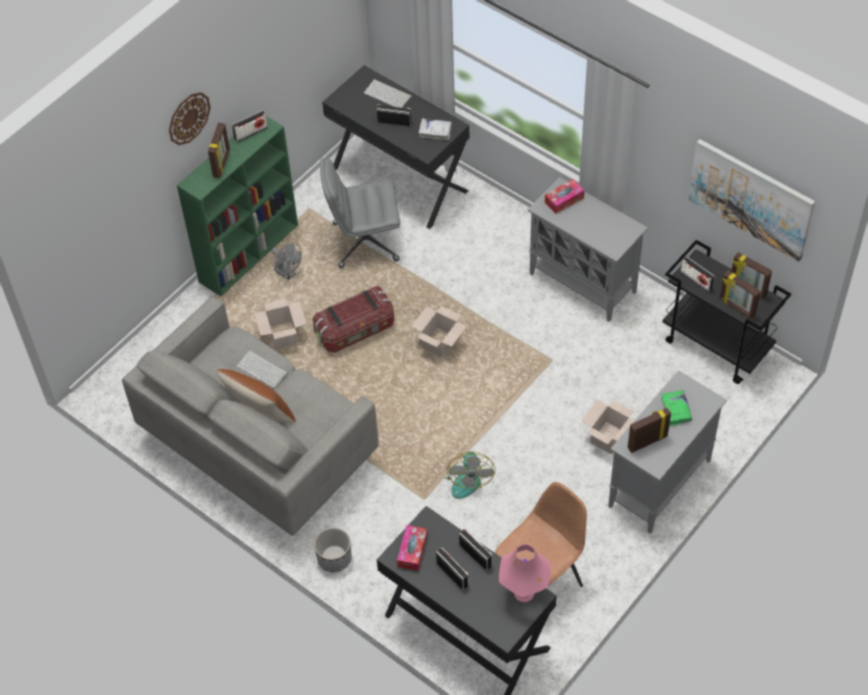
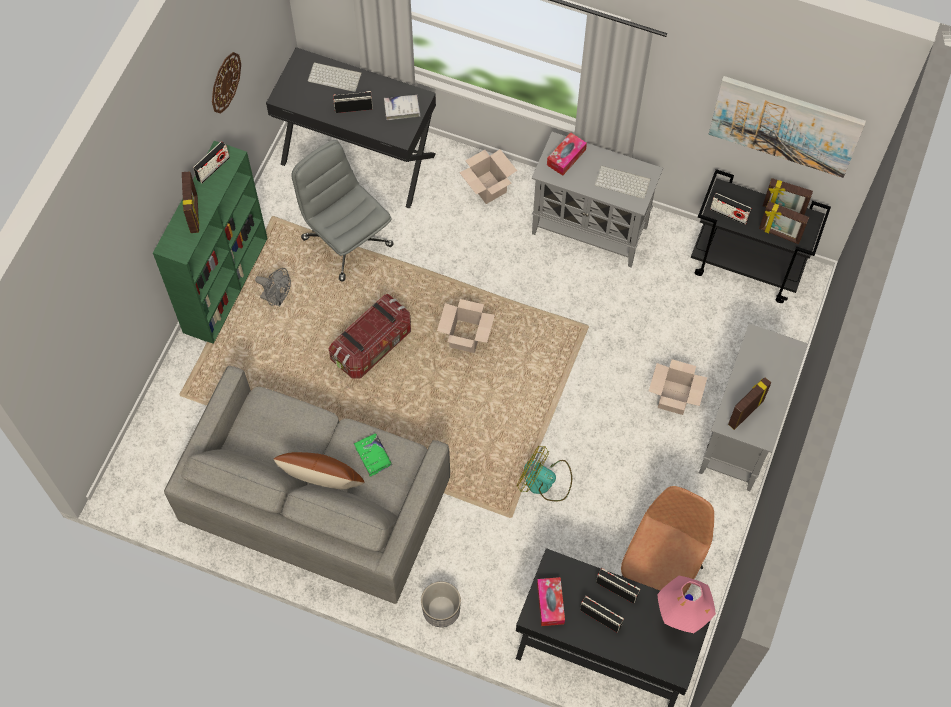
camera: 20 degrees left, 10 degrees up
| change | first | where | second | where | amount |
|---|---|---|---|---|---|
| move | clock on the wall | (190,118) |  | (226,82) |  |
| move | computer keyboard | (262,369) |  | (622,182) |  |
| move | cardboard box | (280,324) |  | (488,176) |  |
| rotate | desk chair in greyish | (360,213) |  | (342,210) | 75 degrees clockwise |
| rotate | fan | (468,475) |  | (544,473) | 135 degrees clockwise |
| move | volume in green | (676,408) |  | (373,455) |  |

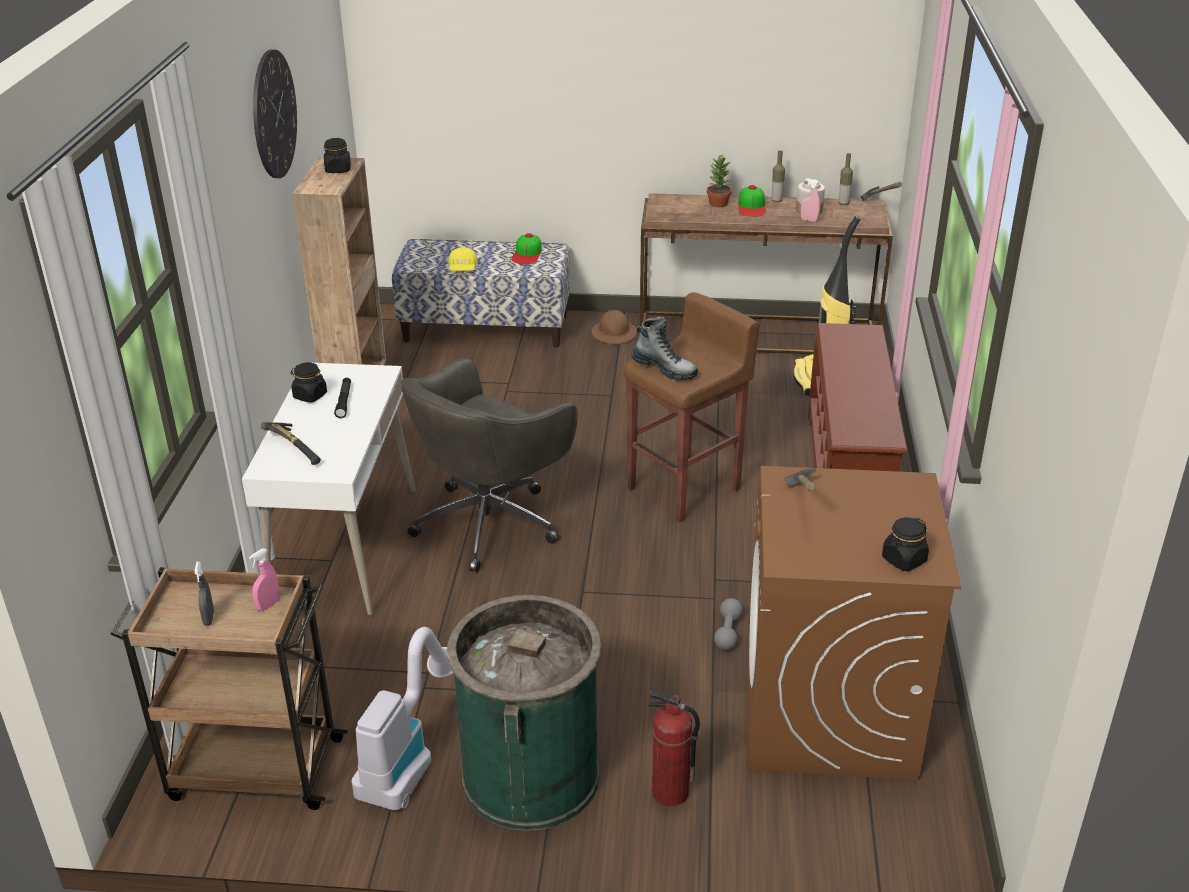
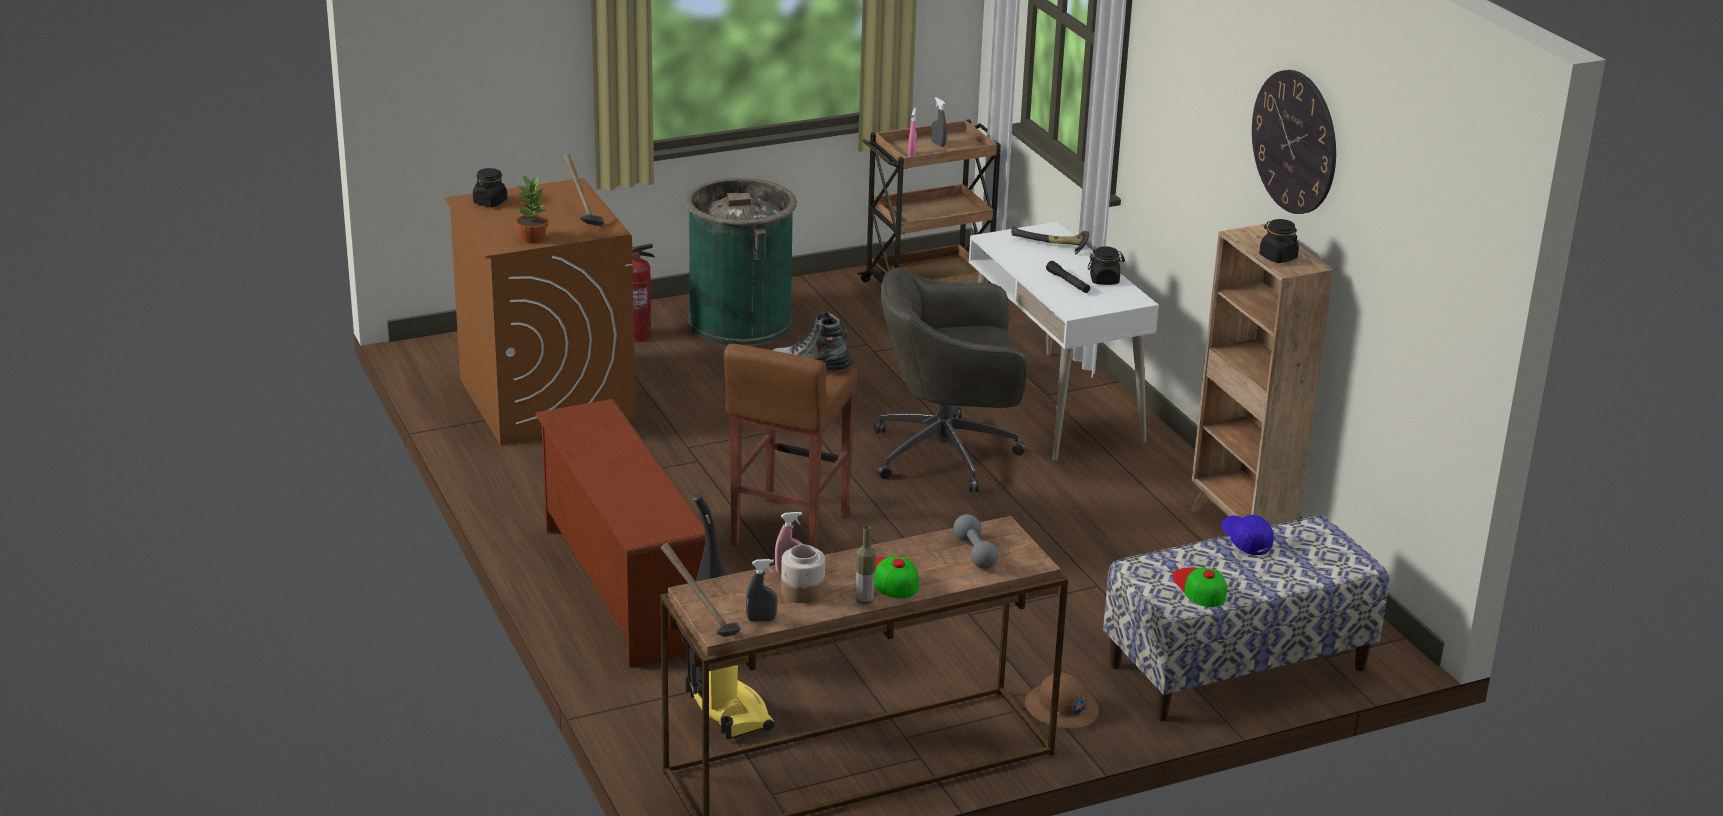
camera: 150 degrees right, 5 degrees down
| change | first | where | second | where | amount |
|---|---|---|---|---|---|
| delete | hoover | (402,718) |  |  |  |
| rotate | desk chair in greyish | (489,465) |  | (950,380) | 105 degrees counterclockwise |
| recolor | baseball cap in yellow | (463,259) | baseball cap in bluish | (1247,535) |  |
| move | potted plant | (719,180) |  | (532,209) |  |
| move | hand weight in greyish | (728,624) |  | (976,541) |  |
| replace | drink bottle | (845,179) | hand sprayer in greyish | (761,590) |  |

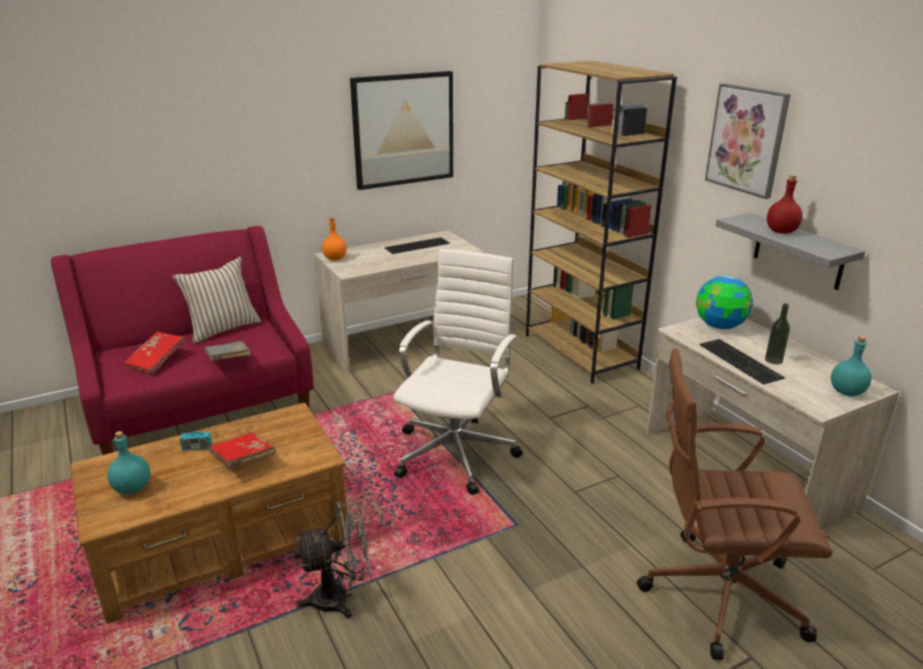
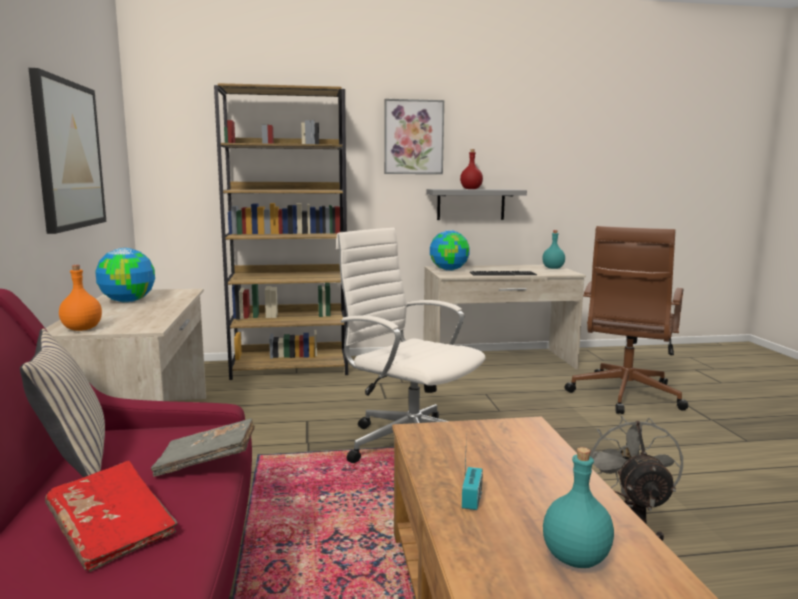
camera: 70 degrees left, 15 degrees down
| change | first | where | second | where | amount |
|---|---|---|---|---|---|
| delete | volume in red | (242,450) |  |  |  |
| replace | computer keyboard | (417,245) | globe | (125,275) |  |
| delete | drink bottle | (777,334) |  |  |  |

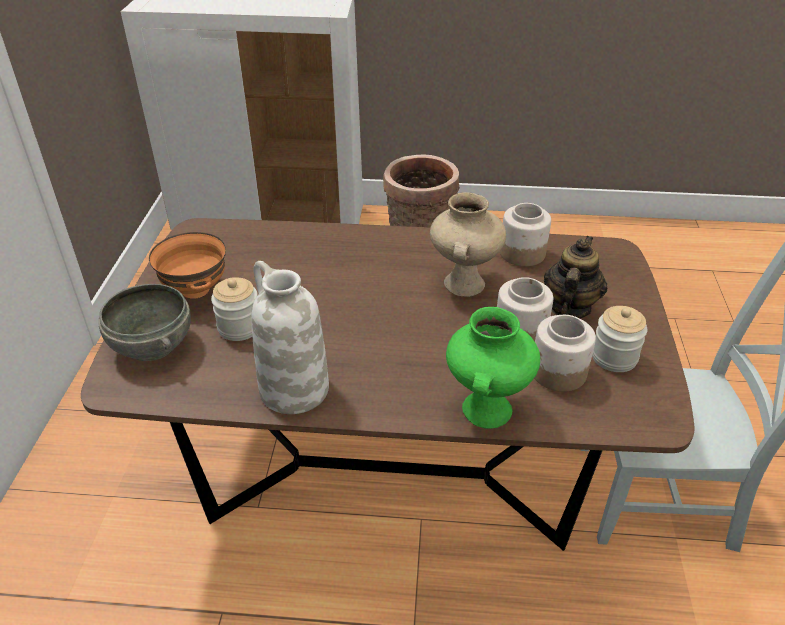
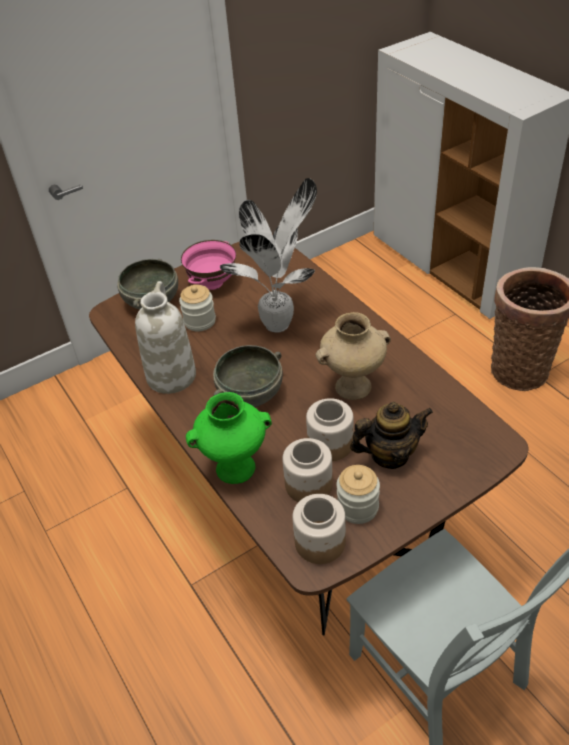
camera: 55 degrees right, 5 degrees up
| change | first | where | second | where | amount |
|---|---|---|---|---|---|
| recolor | deep dish in orange | (187,265) | deep dish in pink-coloured | (208,265) |  |
| move | preserve jar | (525,234) |  | (319,529) |  |
| insert |  |  | deep dish in greyish | (248,376) |  |
| insert |  |  | potted plant | (268,255) |  |

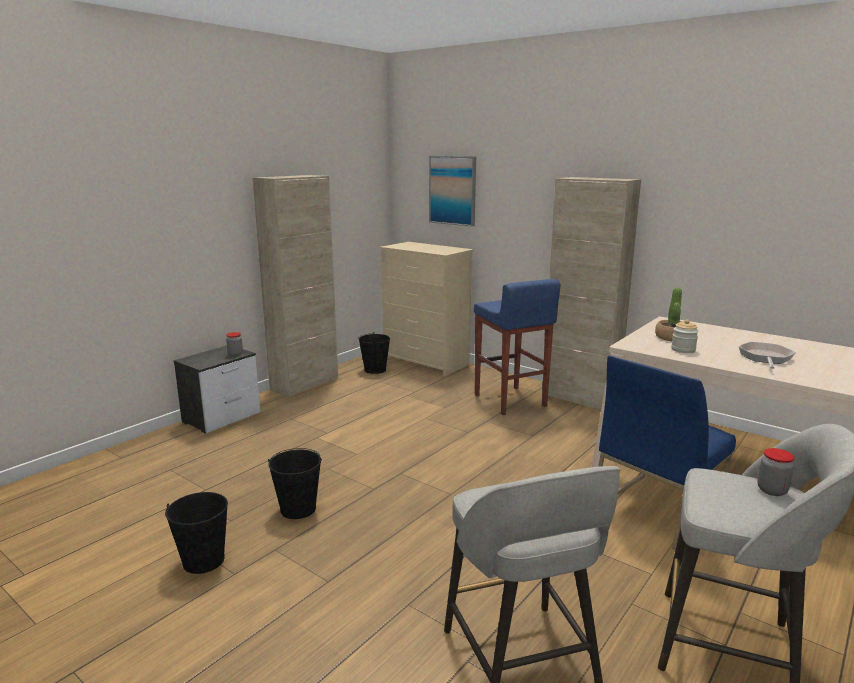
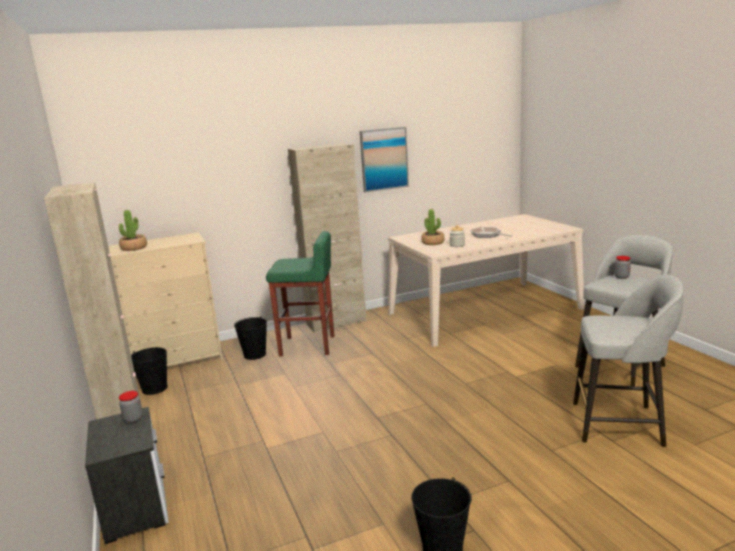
camera: 60 degrees left, 0 degrees up
| change | first | where | second | where | amount |
|---|---|---|---|---|---|
| move | pail in black | (295,483) |  | (250,338) |  |
| move | picture | (452,191) |  | (384,160) |  |
| recolor | stool in bluish | (517,347) | stool in green | (300,293) |  |
| delete | chair in bluish | (667,453) |  |  |  |
| insert |  |  | potted plant | (133,230) |  |

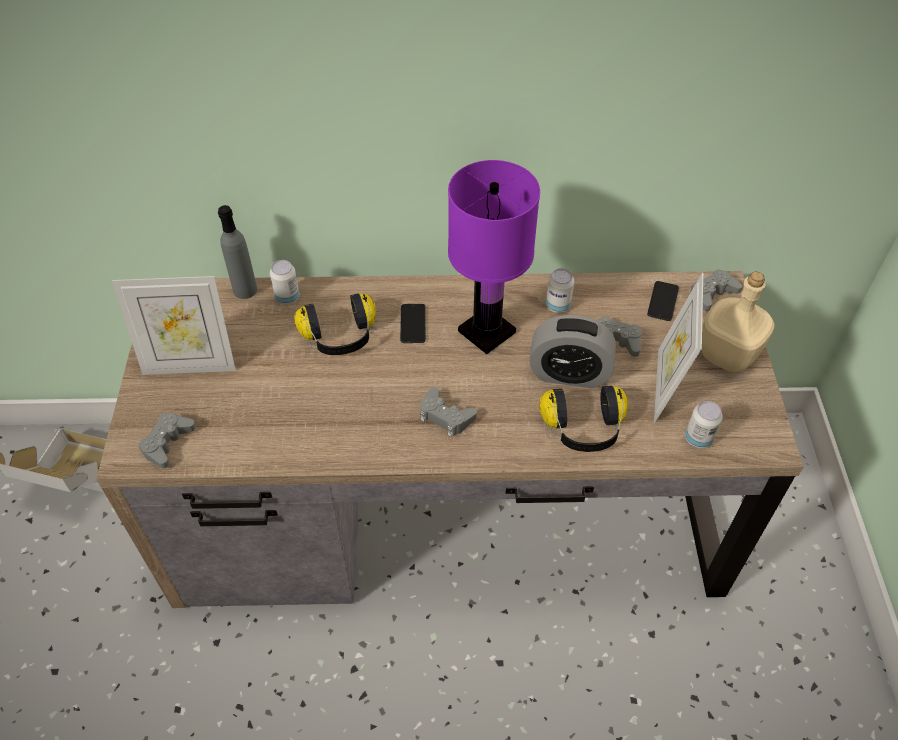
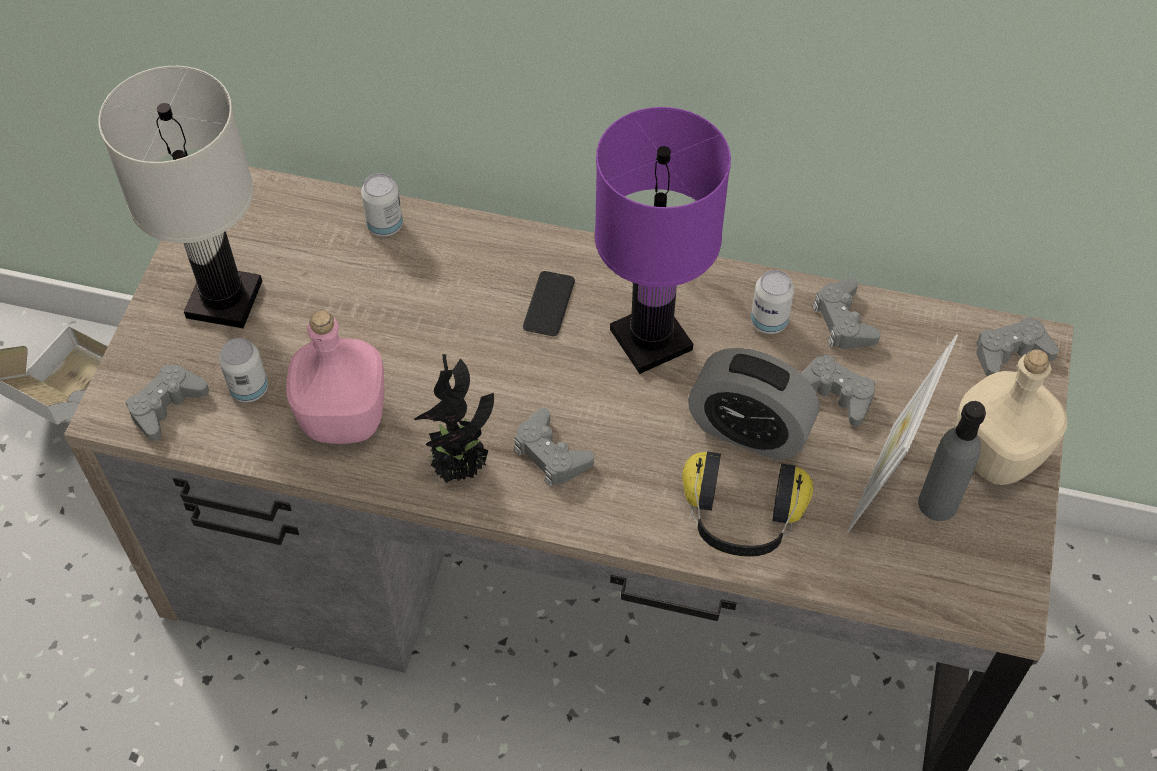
camera: 15 degrees right, 5 degrees up
| change | first | where | second | where | amount |
|---|---|---|---|---|---|
| replace | standing frame | (174,325) | table lamp in whitish | (180,197) |  |
| move | drink bottle in greyish | (237,252) |  | (952,461) |  |
| delete | pair of headphones | (335,324) |  |  |  |
| delete | telephone | (663,301) |  |  |  |
| move | can | (704,424) |  | (243,370) |  |
| insert |  |  | drink bottle in pink-coloured | (335,377) |  |
| insert |  |  | potted plant | (454,418) |  |
| insert |  |  | gamepad in greyish | (846,313) |  |

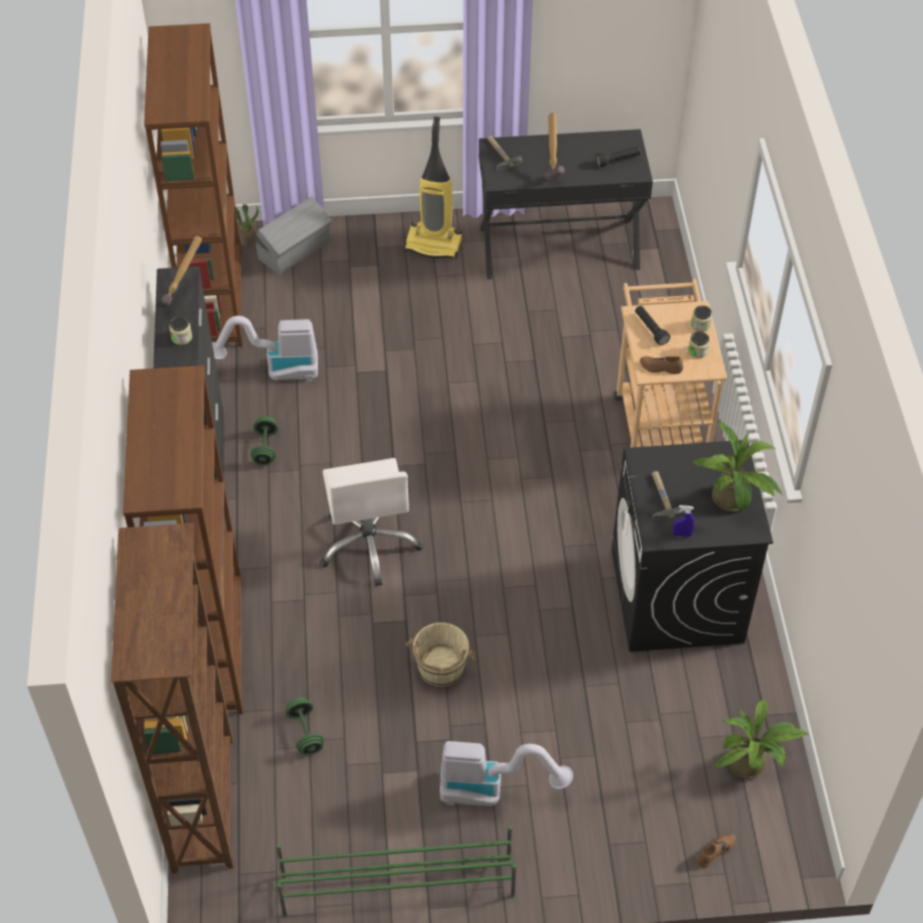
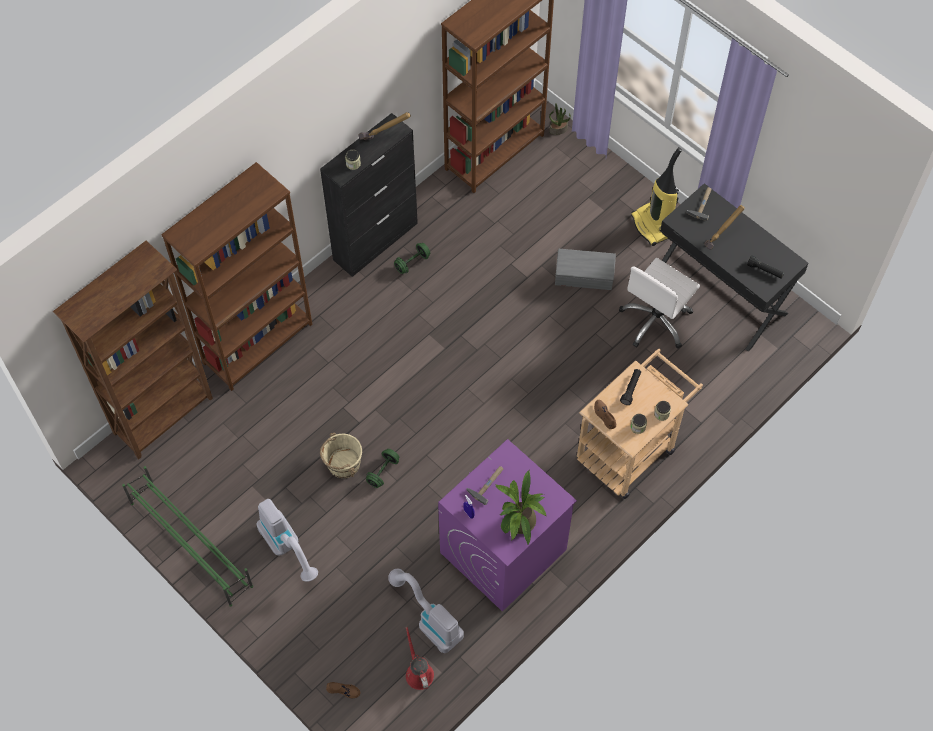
camera: 50 degrees right, 10 degrees up
| change | first | where | second | where | amount |
|---|---|---|---|---|---|
| move | hoover | (265,348) |  | (426,611) |  |
| move | storage bin in greyish | (294,236) |  | (585,269) |  |
| move | hand weight in green | (304,726) |  | (382,468) |  |
| move | desk chair in whitish | (371,522) |  | (659,303) |  |
| recolor | laundry machine in black | (692,546) | laundry machine in purple | (507,525) |  |
| replace | potted plant | (760,739) | watering can in red | (420,658) |  |

